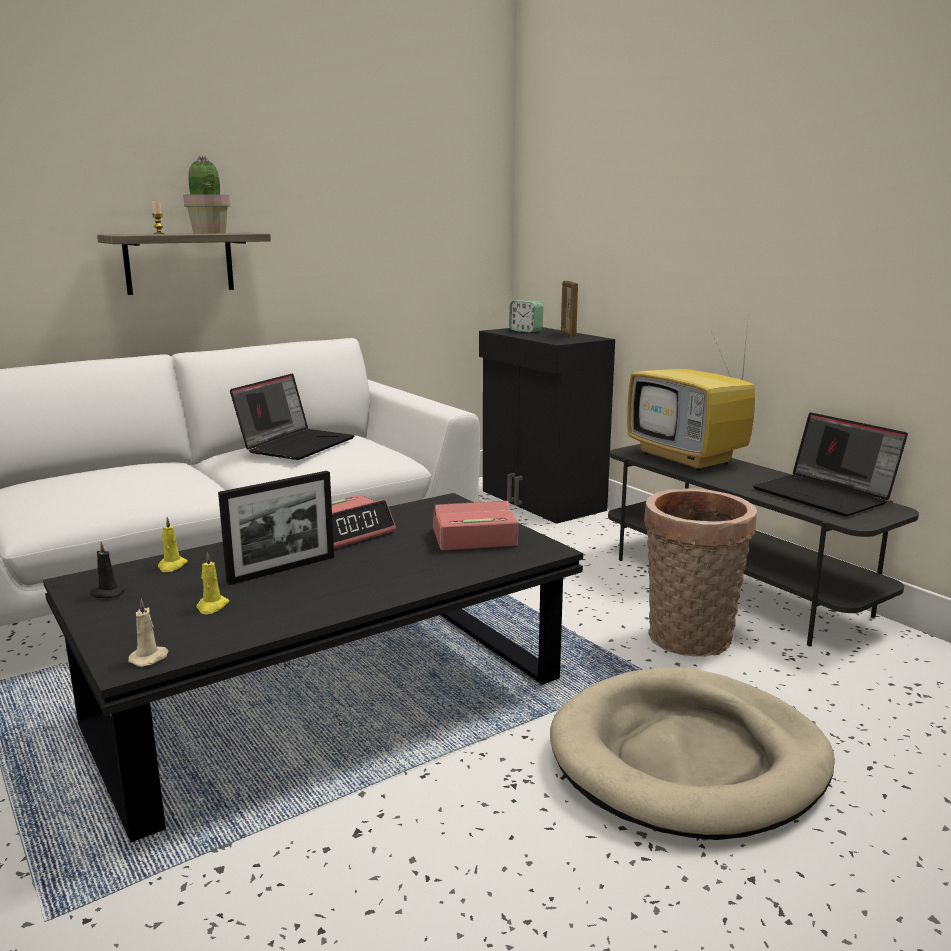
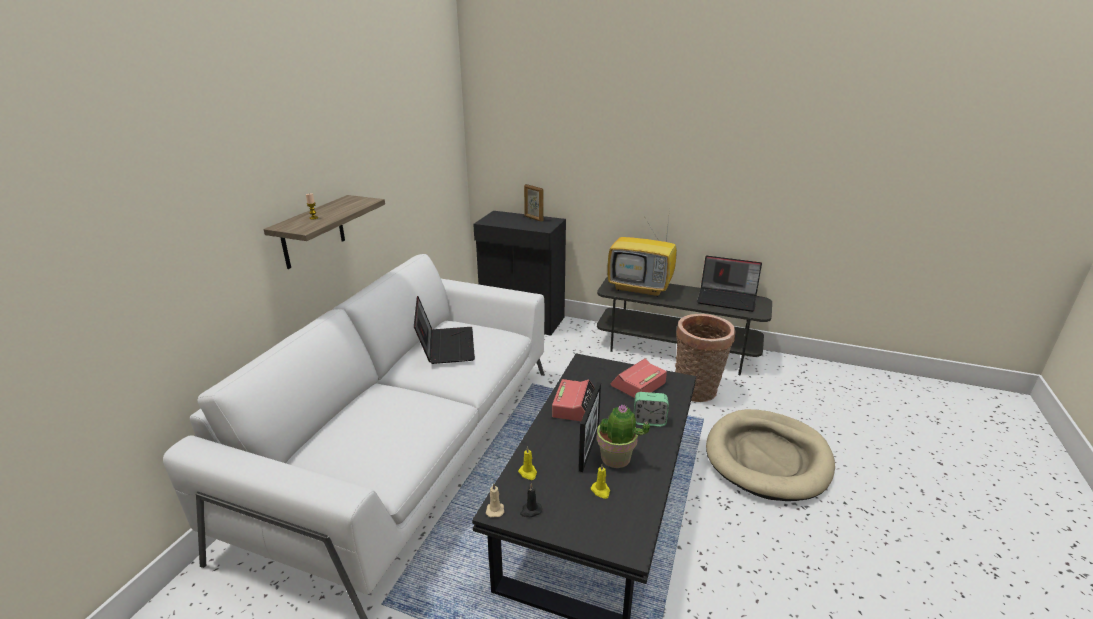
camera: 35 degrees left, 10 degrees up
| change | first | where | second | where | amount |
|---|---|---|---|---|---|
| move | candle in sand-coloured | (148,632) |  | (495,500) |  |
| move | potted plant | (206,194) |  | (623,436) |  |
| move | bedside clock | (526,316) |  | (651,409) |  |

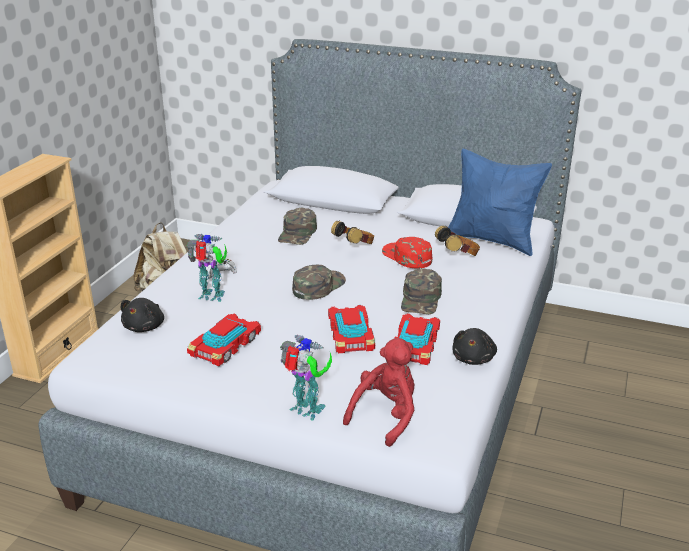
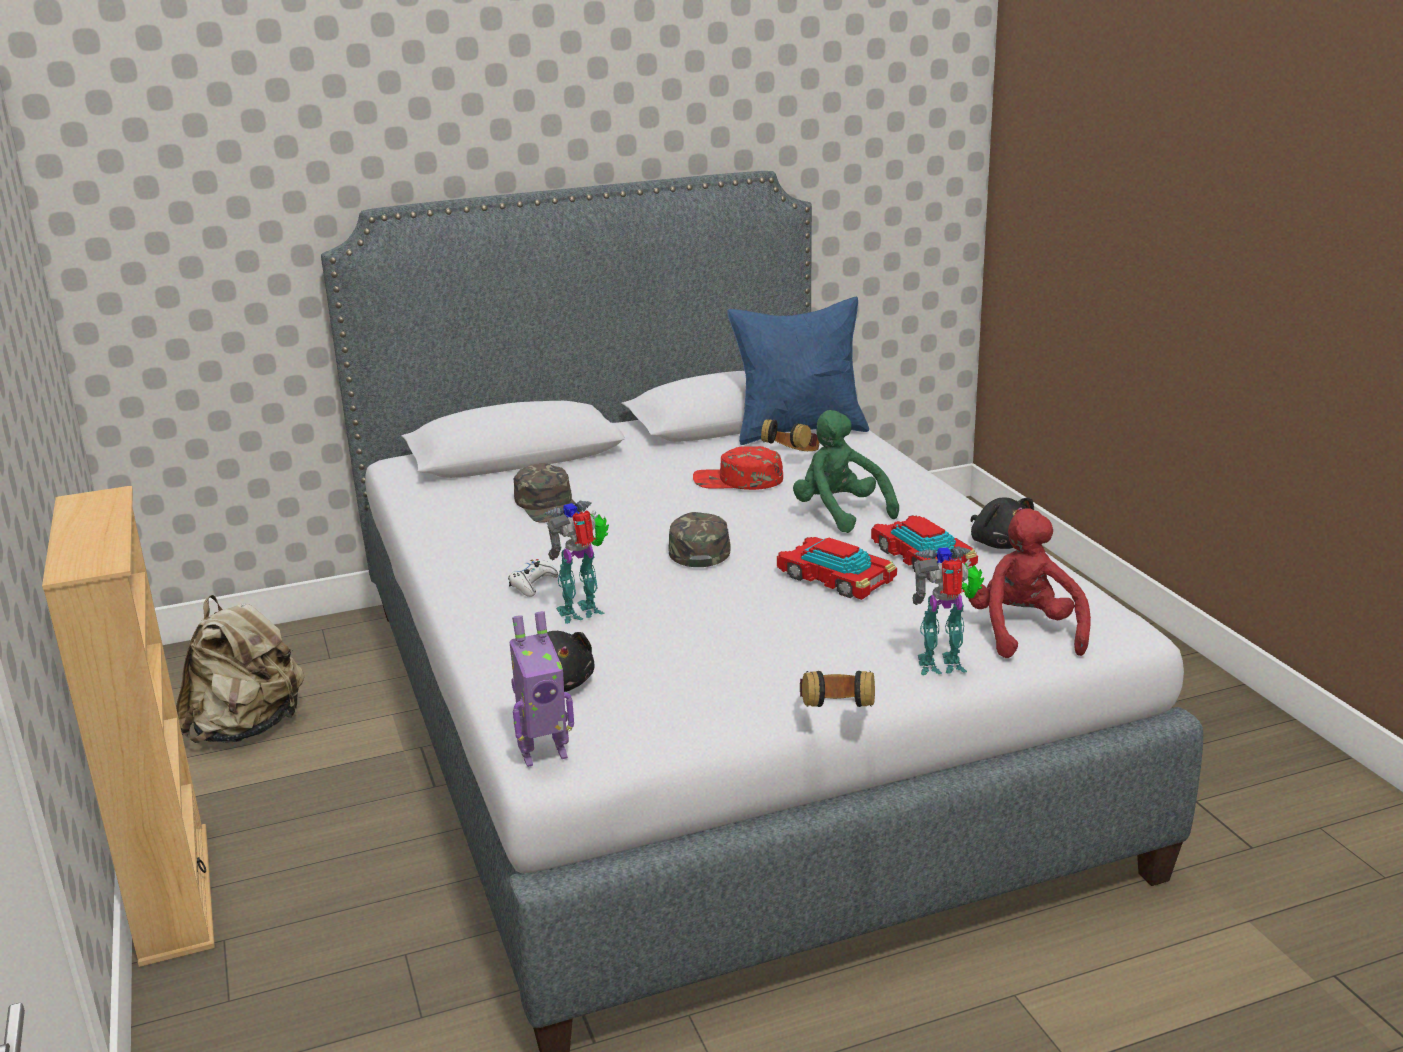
camera: 40 degrees left, 5 degrees down
| change | first | where | second | where | amount |
|---|---|---|---|---|---|
| delete | model car | (224,339) |  |  |  |
| move | pair of headphones | (352,232) |  | (837,689) |  |
| replace | baseball cap in green | (421,291) | soft toy in green | (846,471) |  |
| insert |  |  | robot figure | (542,689) |  |

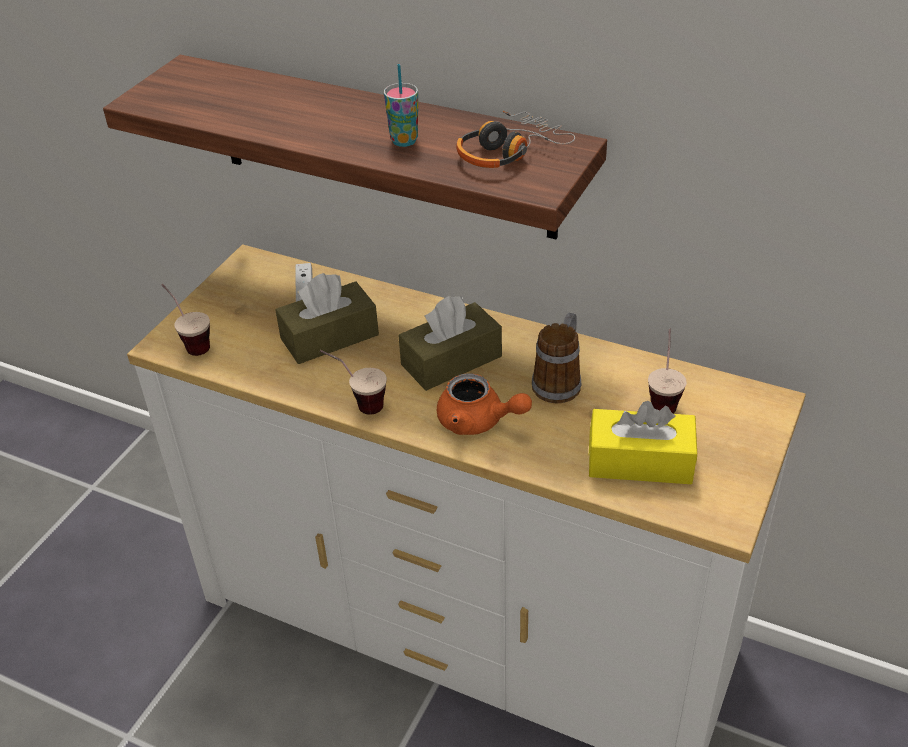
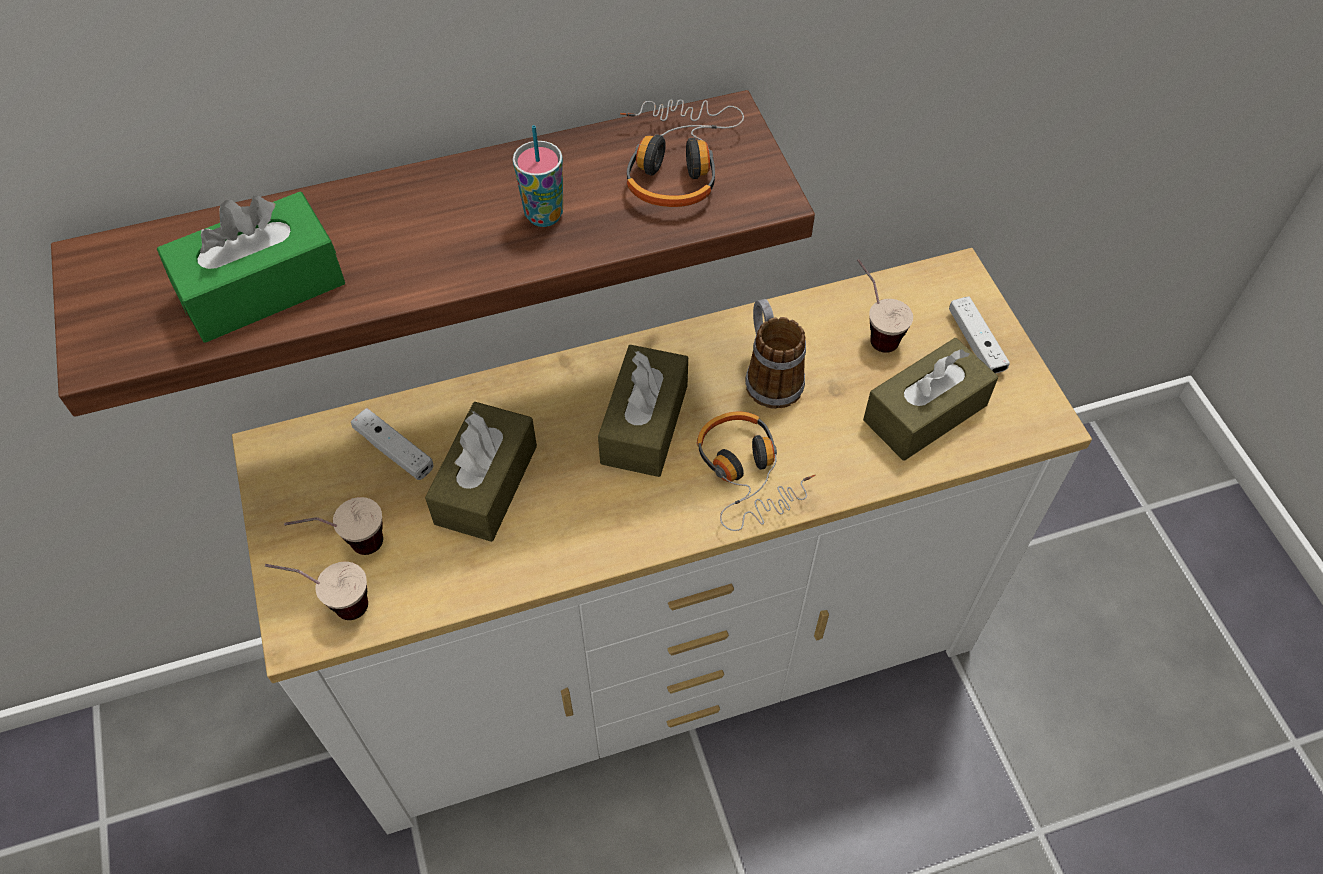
camera: 45 degrees left, 15 degrees up
| change | first | where | second | where | amount |
|---|---|---|---|---|---|
| move | small cup | (353,382) |  | (333,526) |  |
| replace | pot for tea in orange | (484,404) | pair of headphones | (756,471) |  |
| recolor | tissue box in yellow | (642,442) | tissue box in brown-coloured | (930,399) |  |
| insert |  |  | tissue box in green | (251,267) |  |
| insert |  |  | gamepad in whitish | (979,335) |  |

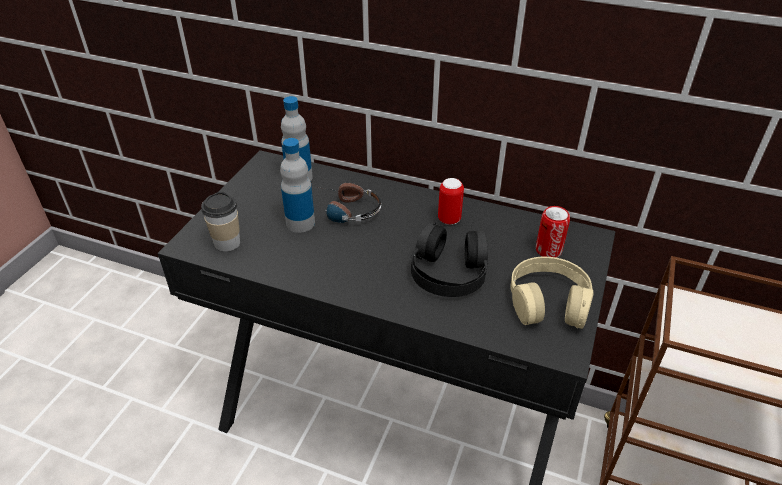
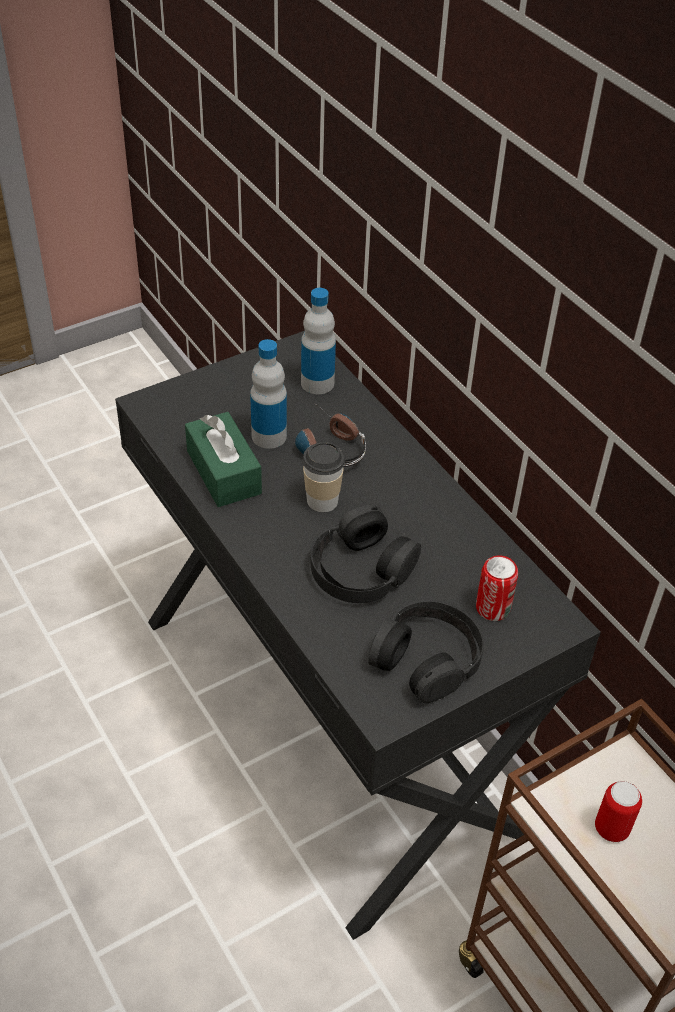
camera: 35 degrees right, 5 degrees up
| change | first | where | second | where | amount |
|---|---|---|---|---|---|
| move | small cup | (220,222) |  | (323,477) |  |
| move | can | (451,201) |  | (618,811) |  |
| recolor | pair of headphones in sand-coloured | (552,293) | pair of headphones in black | (426,652) |  |
| insert |  |  | tissue box in green | (223,459) |  |

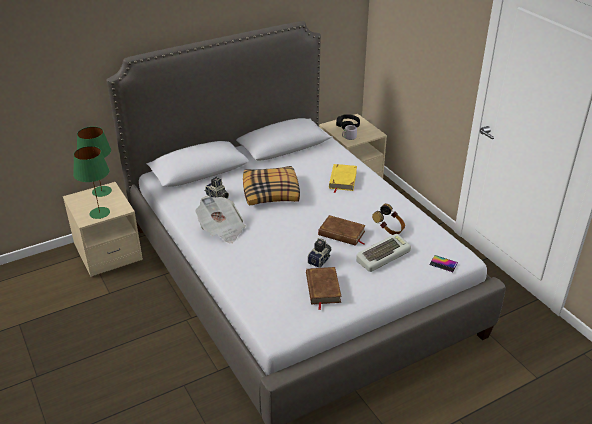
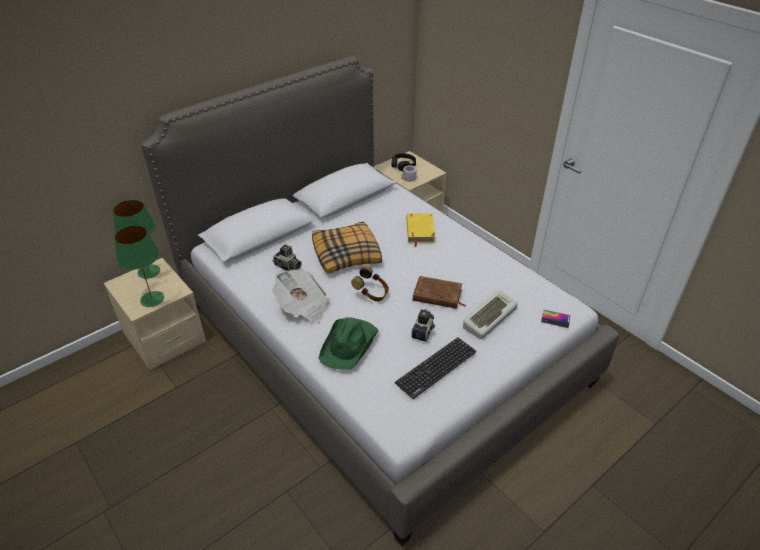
camera: 10 degrees left, 5 degrees up
| change | first | where | second | where | amount |
|---|---|---|---|---|---|
| replace | volume in brown-coloured | (324,288) | computer keyboard | (435,368) |  |
| move | pair of headphones | (388,219) |  | (370,283) |  |
| insert |  |  | wearable hat in green | (349,343) |  |

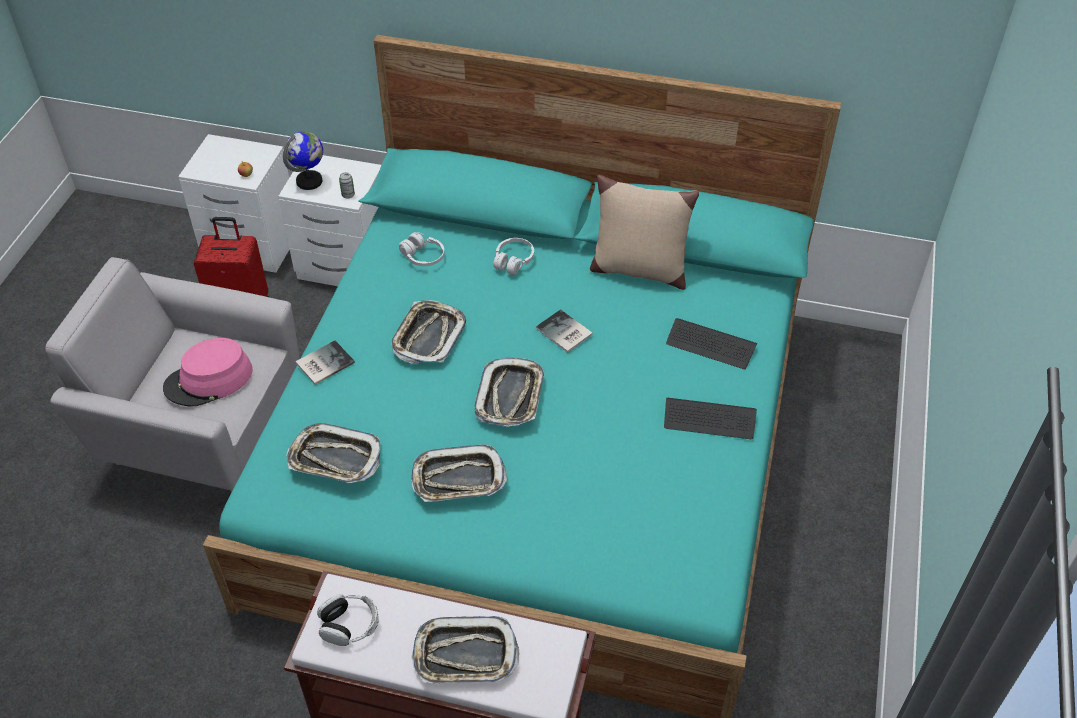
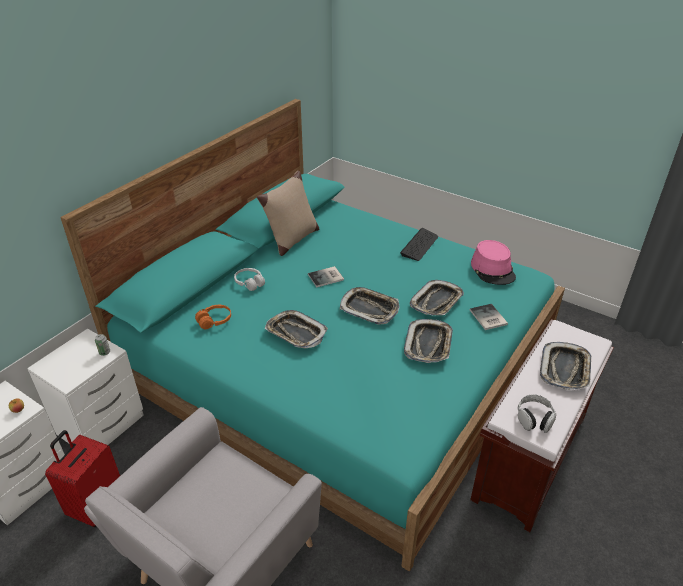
camera: 70 degrees left, 10 degrees down
| change | first | where | second | where | amount |
|---|---|---|---|---|---|
| move | wearable hat in pink-coloured | (208,372) |  | (493,262) |  |
| delete | globe | (303,160) |  |  |  |
| move | carrying tray | (333,453) |  | (437,297) |  |
| move | volume | (325,362) |  | (489,317) |  |
| recolor | pair of headphones in whitish | (422,249) | pair of headphones in orange | (213,317) |  |
| delete | computer keyboard | (711,343) |  |  |  |

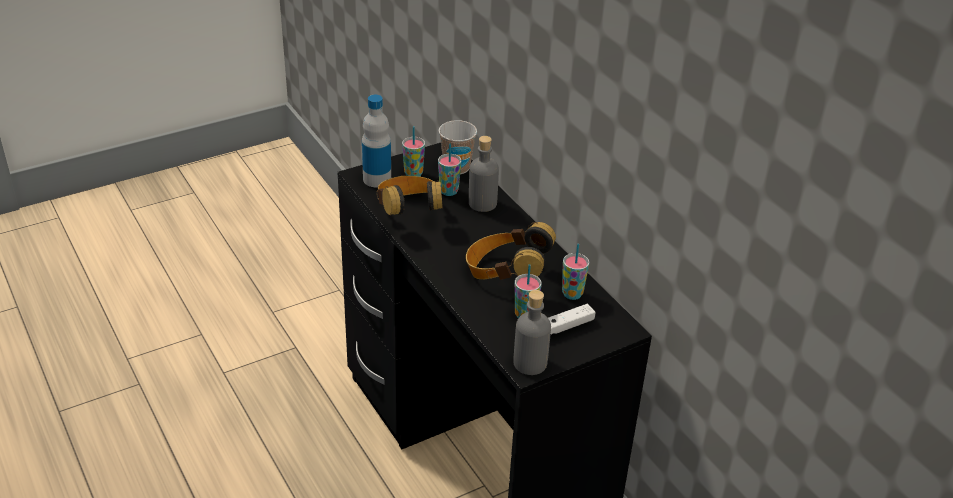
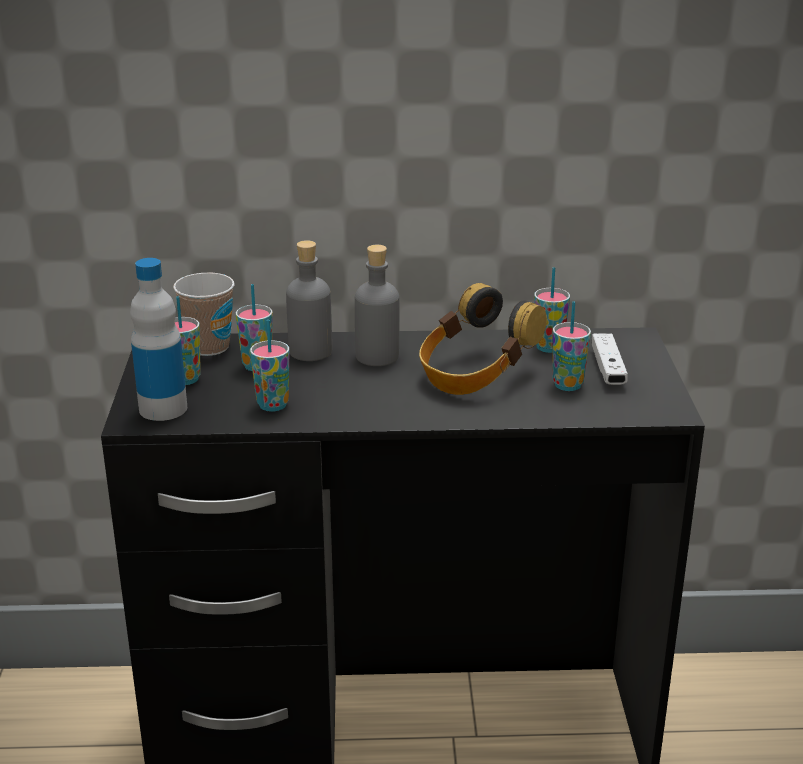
camera: 60 degrees left, 10 degrees down
| change | first | where | second | where | amount |
|---|---|---|---|---|---|
| replace | pair of headphones | (410,195) | small cup | (269,366) |  |
| move | drink bottle in greyish | (532,332) |  | (377,305) |  |

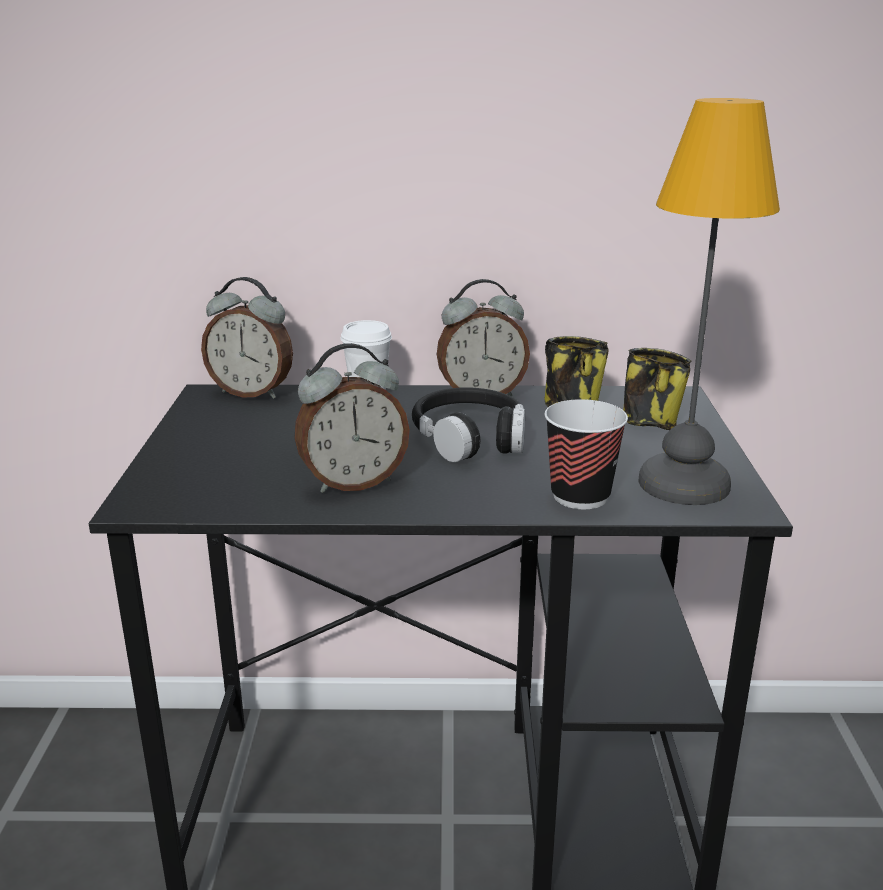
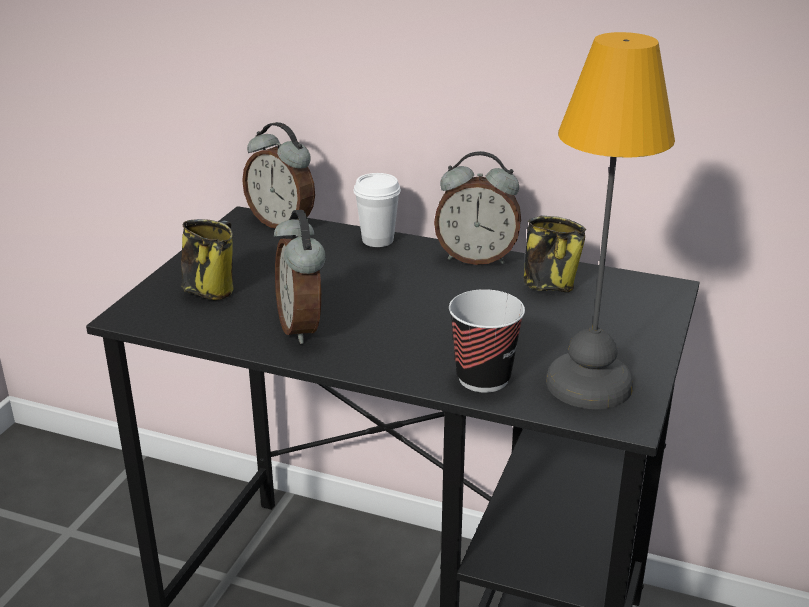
camera: 20 degrees right, 5 degrees up
| change | first | where | second | where | amount |
|---|---|---|---|---|---|
| rotate | bedside clock | (352,418) |  | (300,277) | 75 degrees clockwise |
| delete | pair of headphones in black | (468,424) |  |  |  |
| move | tea mug | (657,389) |  | (207,260) |  |

